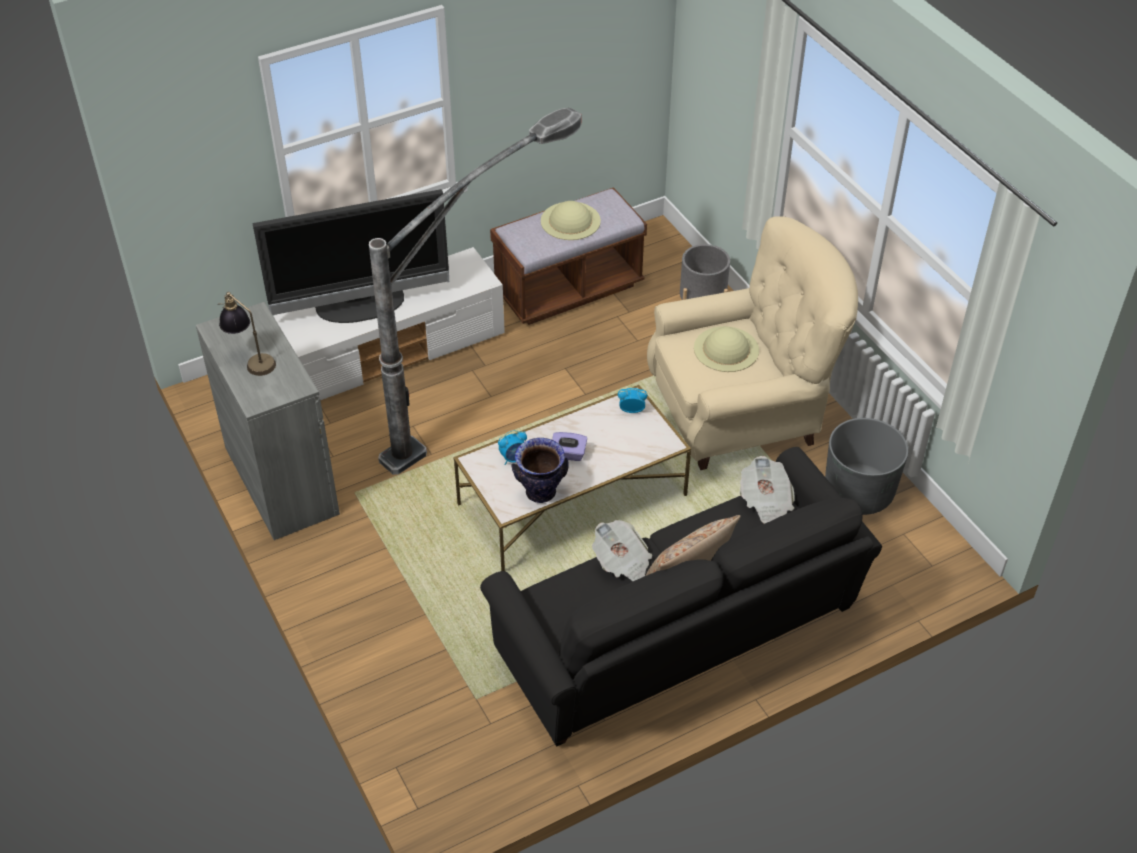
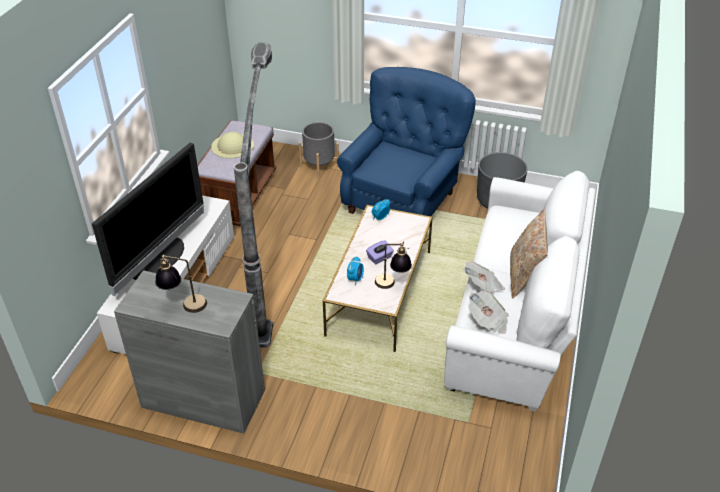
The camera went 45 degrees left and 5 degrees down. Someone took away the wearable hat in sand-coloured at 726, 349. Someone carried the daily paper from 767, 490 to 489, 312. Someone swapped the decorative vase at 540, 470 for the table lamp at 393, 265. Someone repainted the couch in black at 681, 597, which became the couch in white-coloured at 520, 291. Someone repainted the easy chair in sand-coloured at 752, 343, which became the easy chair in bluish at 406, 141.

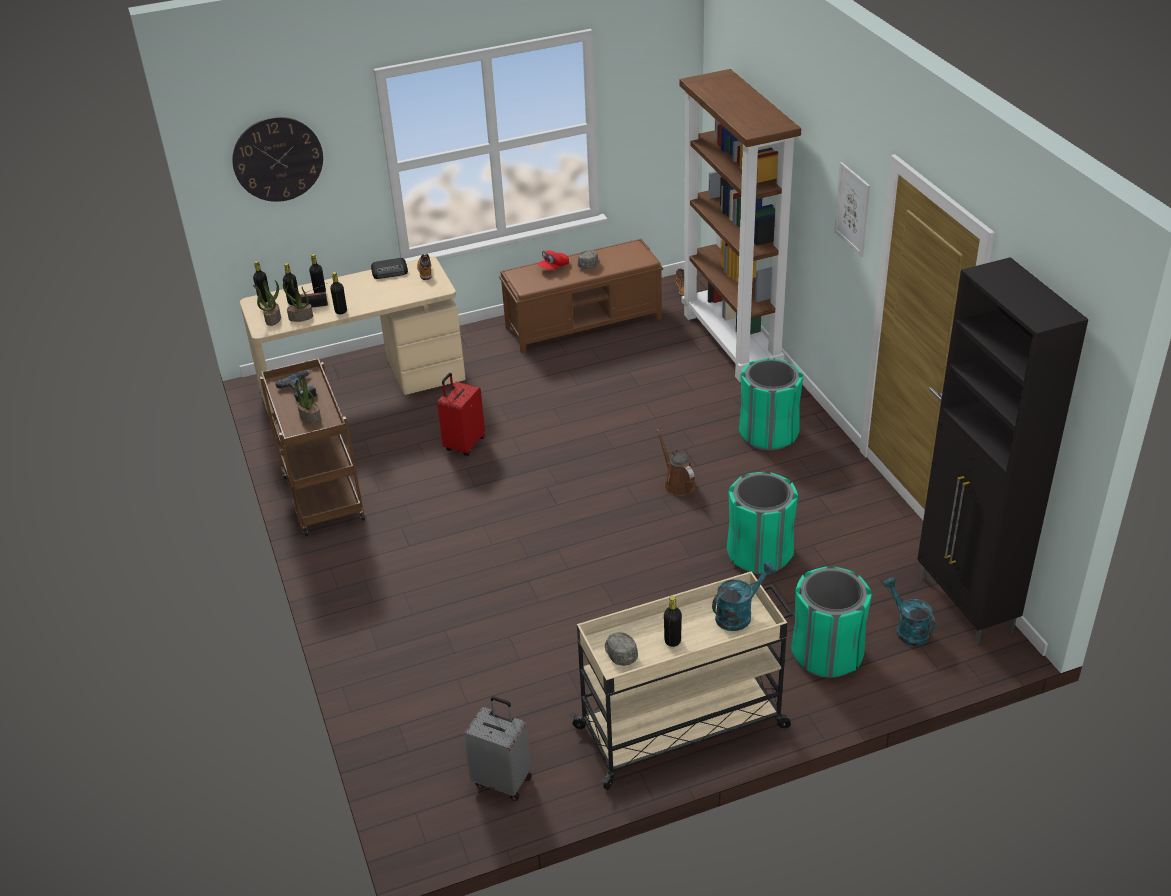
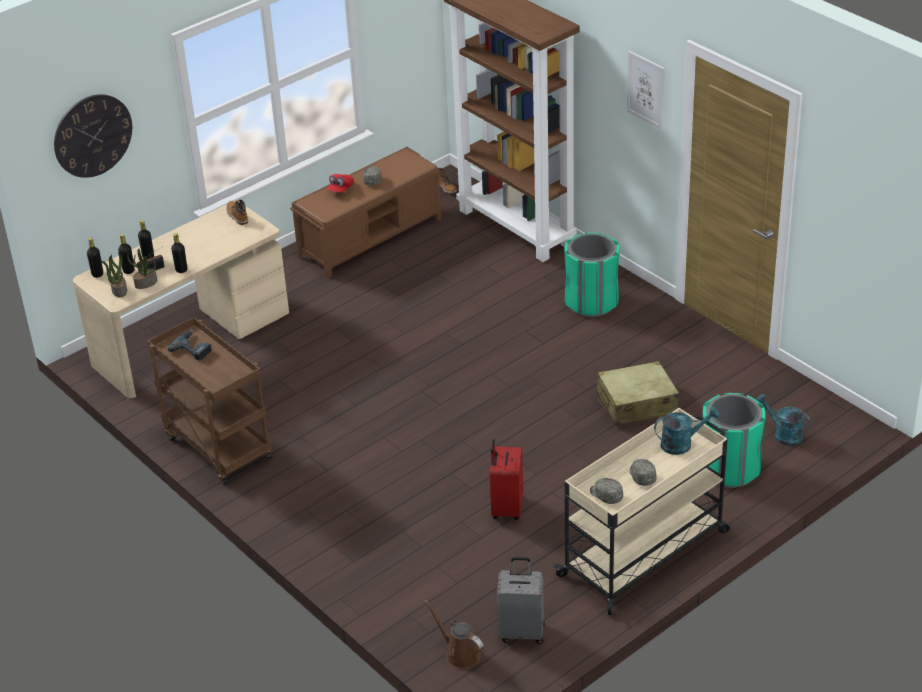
The camera went 20 degrees left and 0 degrees up. Someone took away the houseplant at 307, 399. Someone took away the radio at 389, 268. Someone took away the cabinet in black at 1002, 451. Someone carried the piece of luggage in red from 461, 414 to 506, 479. Someone carried the watering can in brownish from 676, 462 to 454, 634. Someone swapped the drink bottle in black at 673, 621 for the cap in grey at 643, 472. Someone swapped the rubbish bin in green at 762, 523 for the piece of luggage in sand-coloured at 637, 393. Someone rotated the watering can in blue-green at 744, 596 by 45 degrees clockwise.

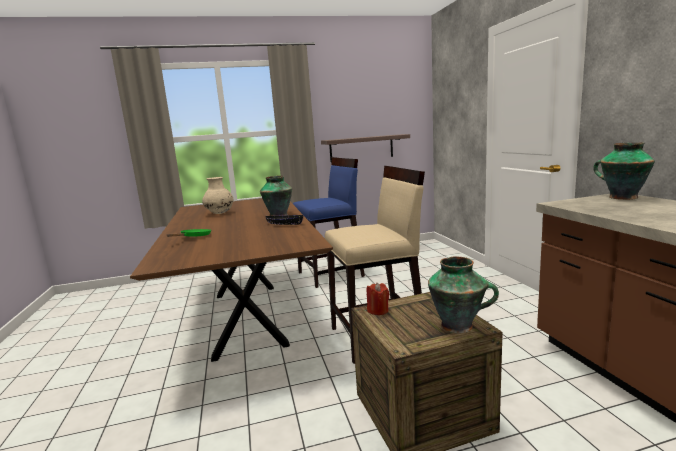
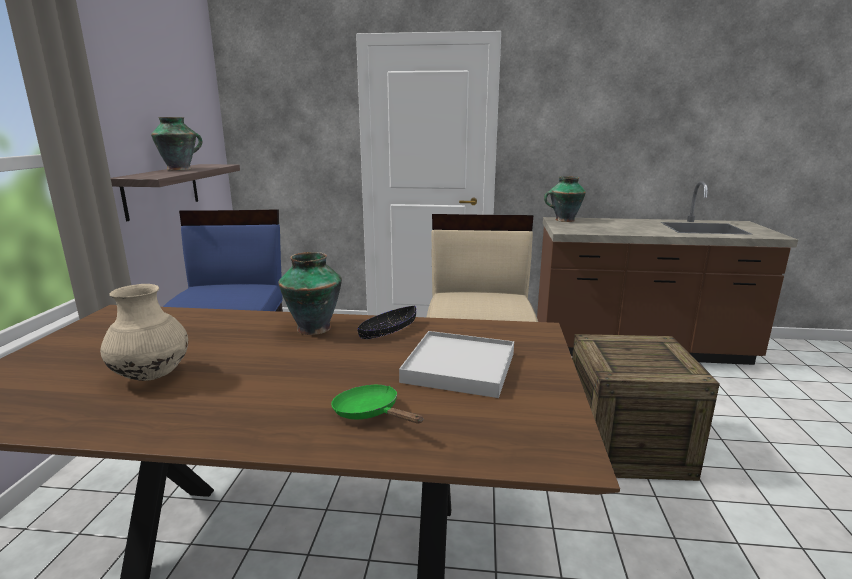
The camera went 70 degrees left and 5 degrees up. Someone took away the wax light in red at 378, 299. Someone put down the carrying tray in white-coloured at 456, 364. Someone carried the decorative vase from 463, 295 to 176, 143.

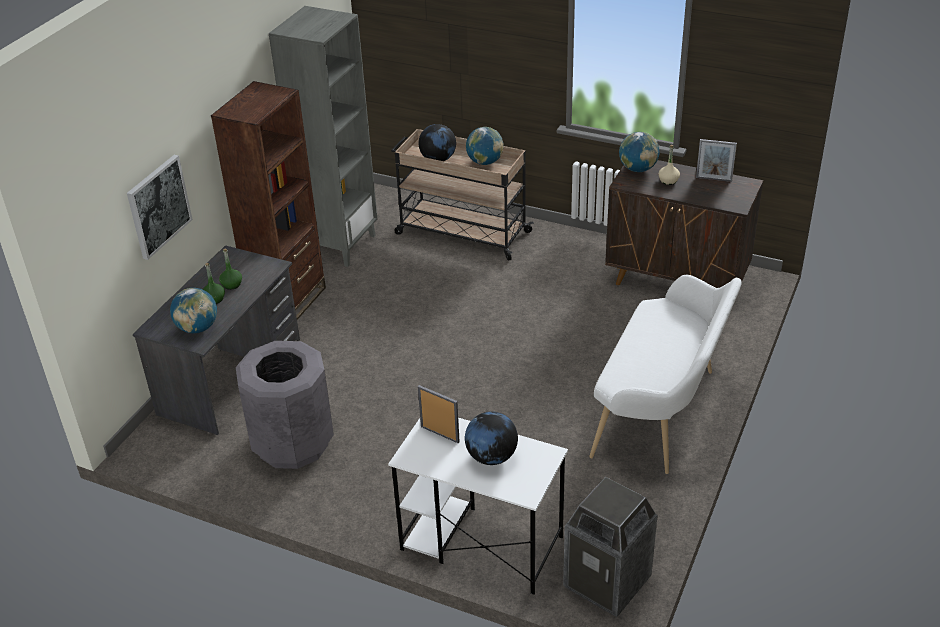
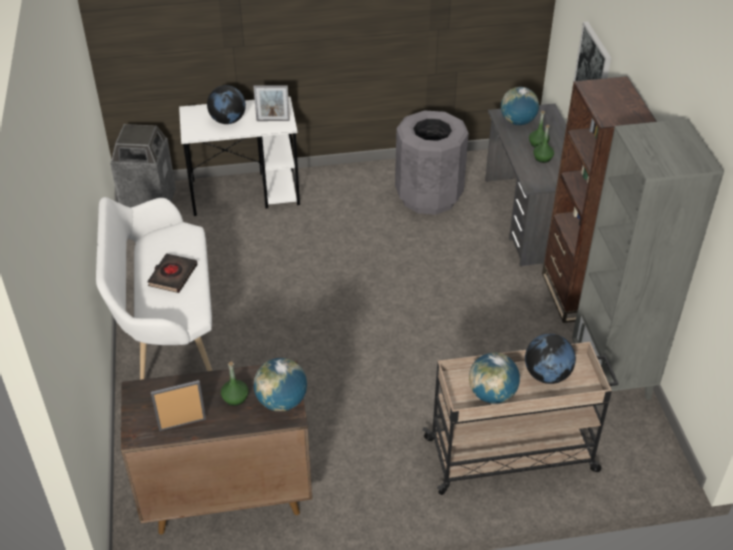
The camera went 145 degrees right and 5 degrees up. Someone put down the volume in black at 172, 273. Someone repainted the drink bottle in sand-coloured at 669, 165, which became the drink bottle in green at 234, 383.

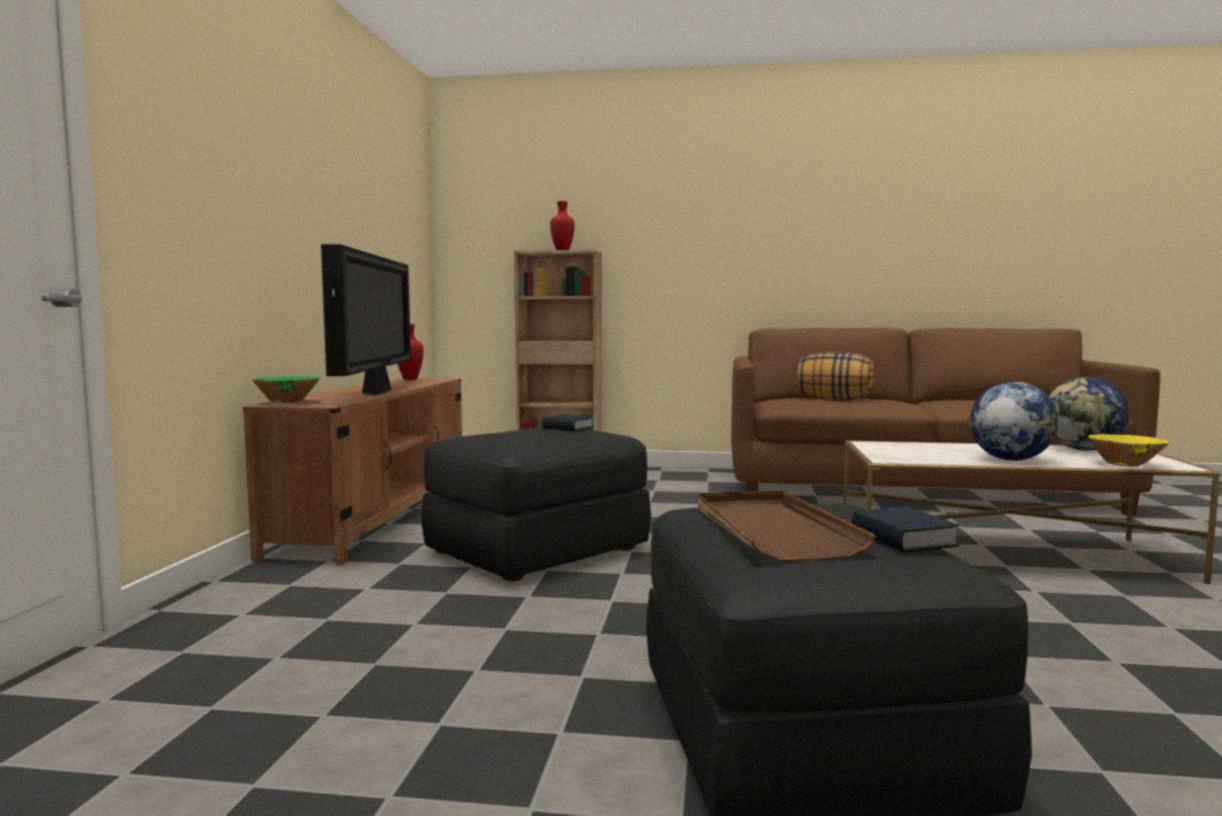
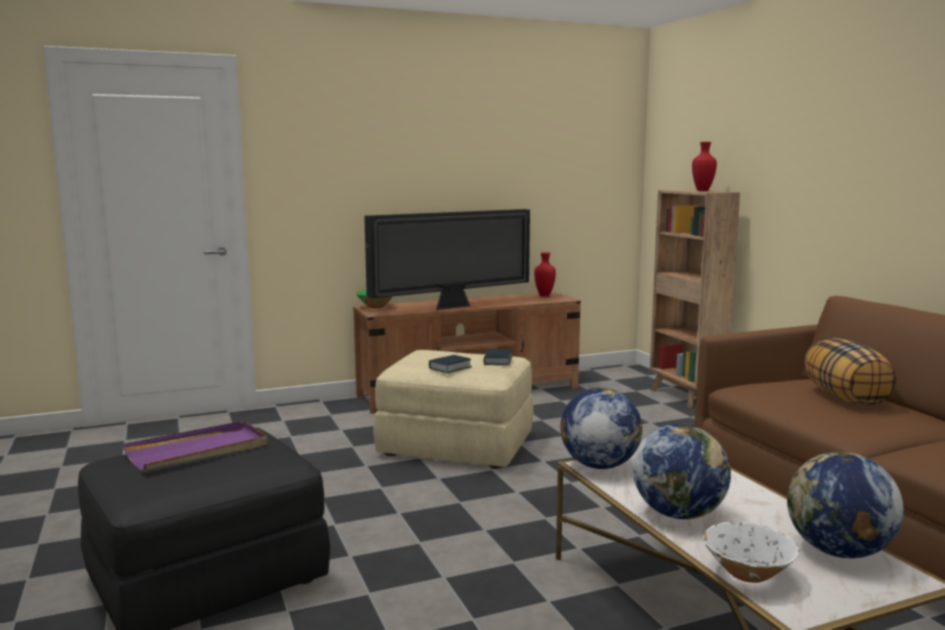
The camera went 60 degrees right and 5 degrees up. Someone put down the world globe at 601, 428. Someone carried the volume from 905, 529 to 450, 364. Someone repainted the pouffe in black at 536, 504, which became the pouffe in sand-coloured at 453, 409. Someone repainted the carrying tray in brownish at 786, 525, which became the carrying tray in purple at 195, 446. Someone repainted the deep dish in yellow at 1128, 450, which became the deep dish in white-coloured at 751, 552.

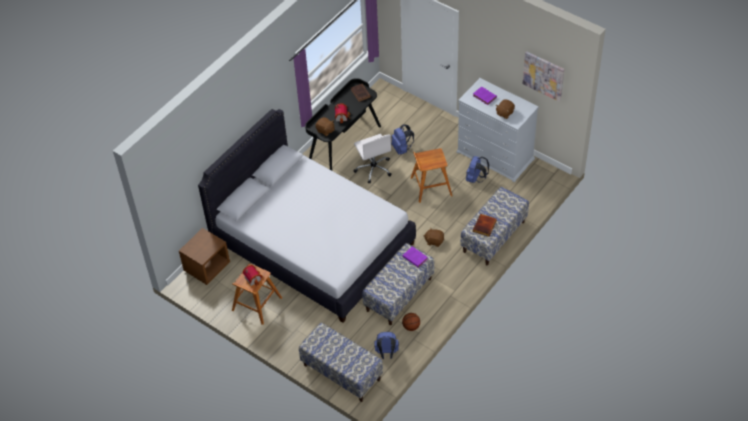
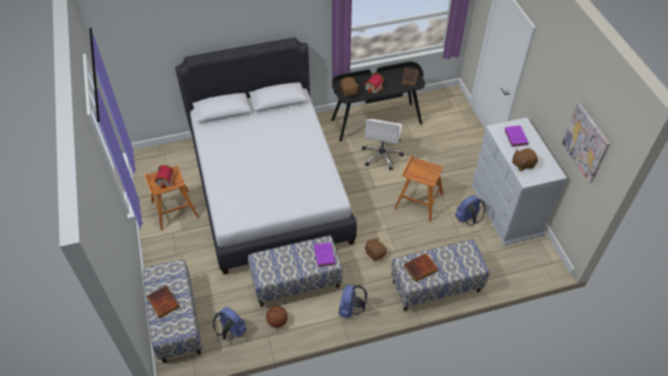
The camera went 35 degrees right and 0 degrees up. Someone took away the bedside table in brownish at 204, 256. Someone put down the volume at 163, 302. Someone carried the knapsack in bluish from 402, 139 to 353, 301.

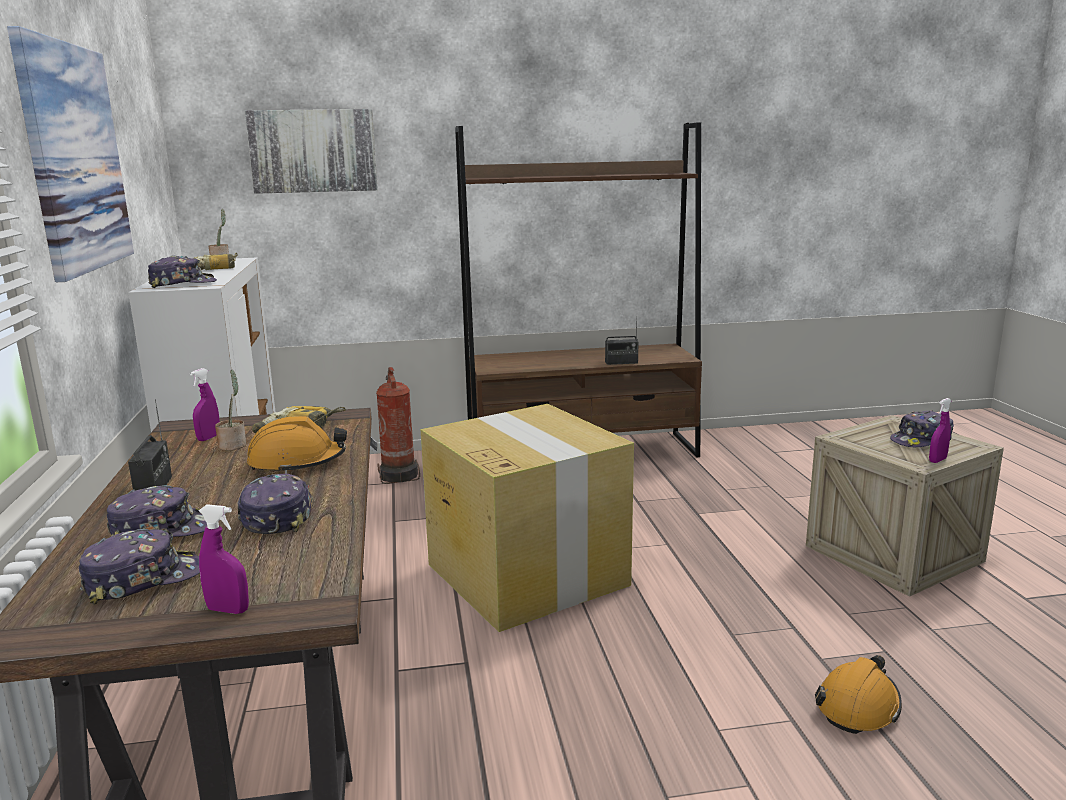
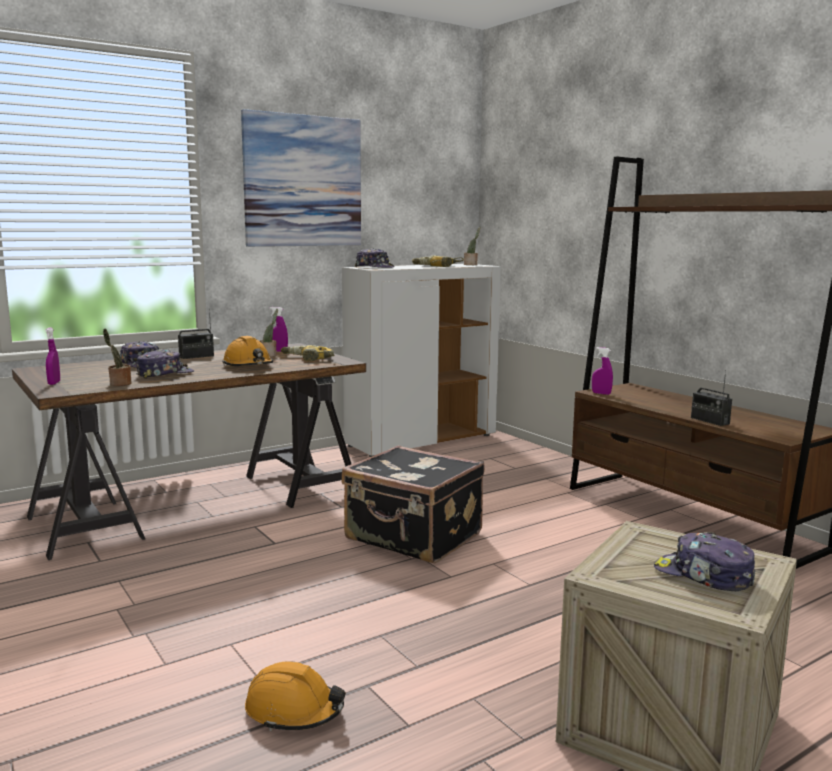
The camera went 65 degrees right and 5 degrees down. Someone took away the cap at 139, 566. Someone took away the wall picture at 311, 151. Someone took away the extinguisher at 398, 425. Someone put down the houseplant at 117, 357. Someone carried the sprayer in purple from 940, 430 to 602, 371. Someone swapped the packing box at 527, 518 for the piece of luggage in black at 413, 504.

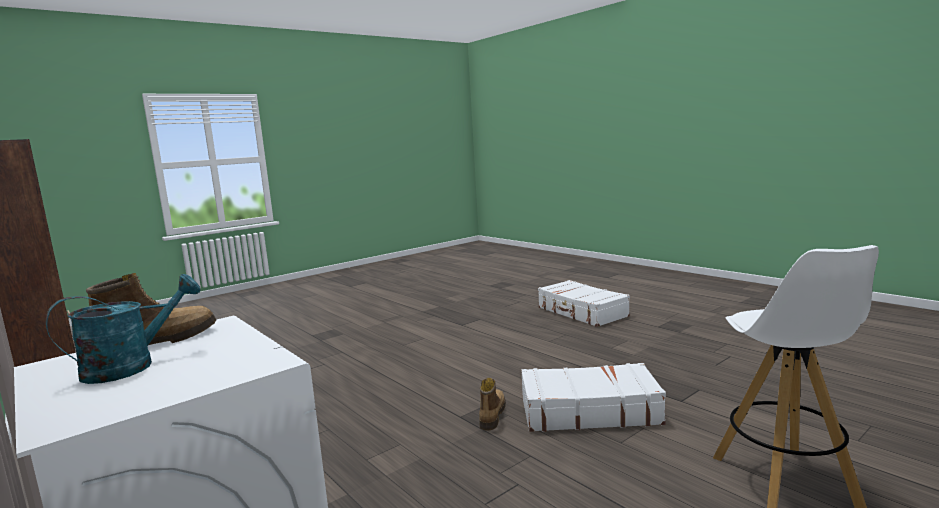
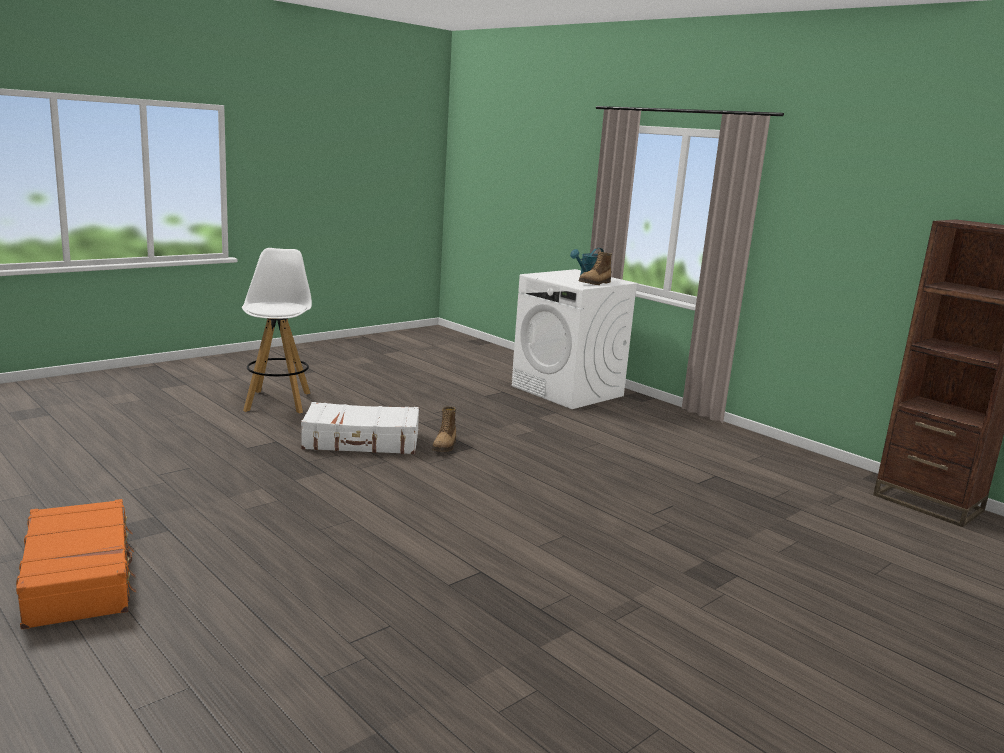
The camera went 175 degrees right and 5 degrees up. Someone took away the piece of luggage in white-coloured at 584, 303. Someone put down the piece of luggage in orangey at 76, 564.

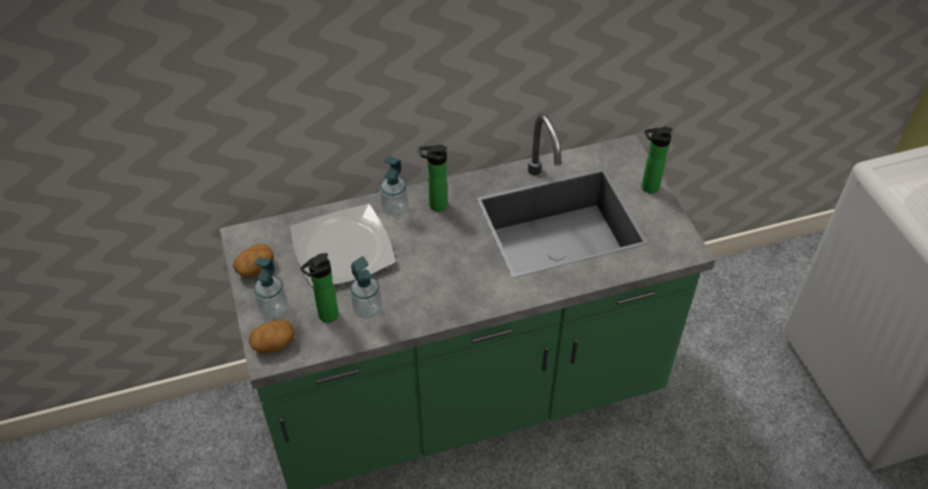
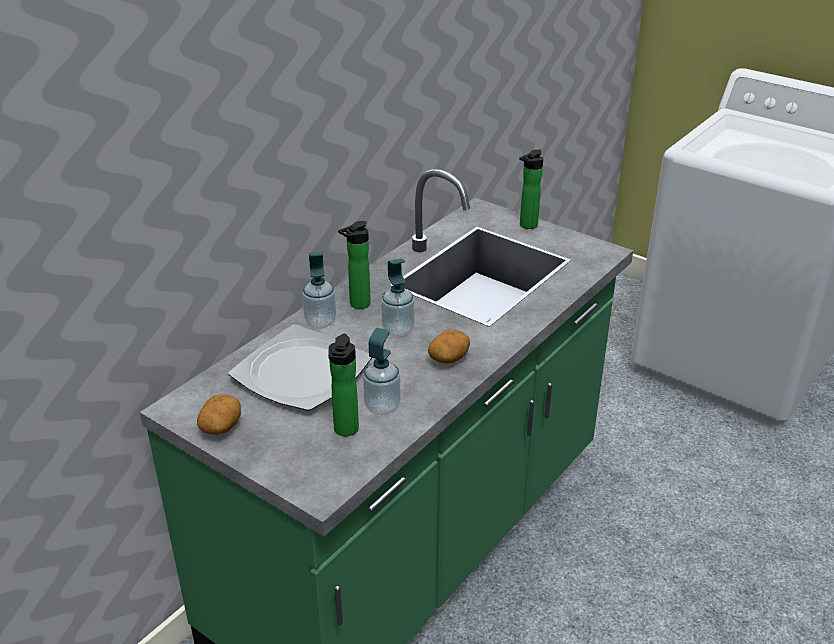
The camera went 35 degrees left and 15 degrees down. Someone carried the potato from 272, 336 to 449, 346. Someone carried the soap dispenser from 270, 288 to 397, 298.

